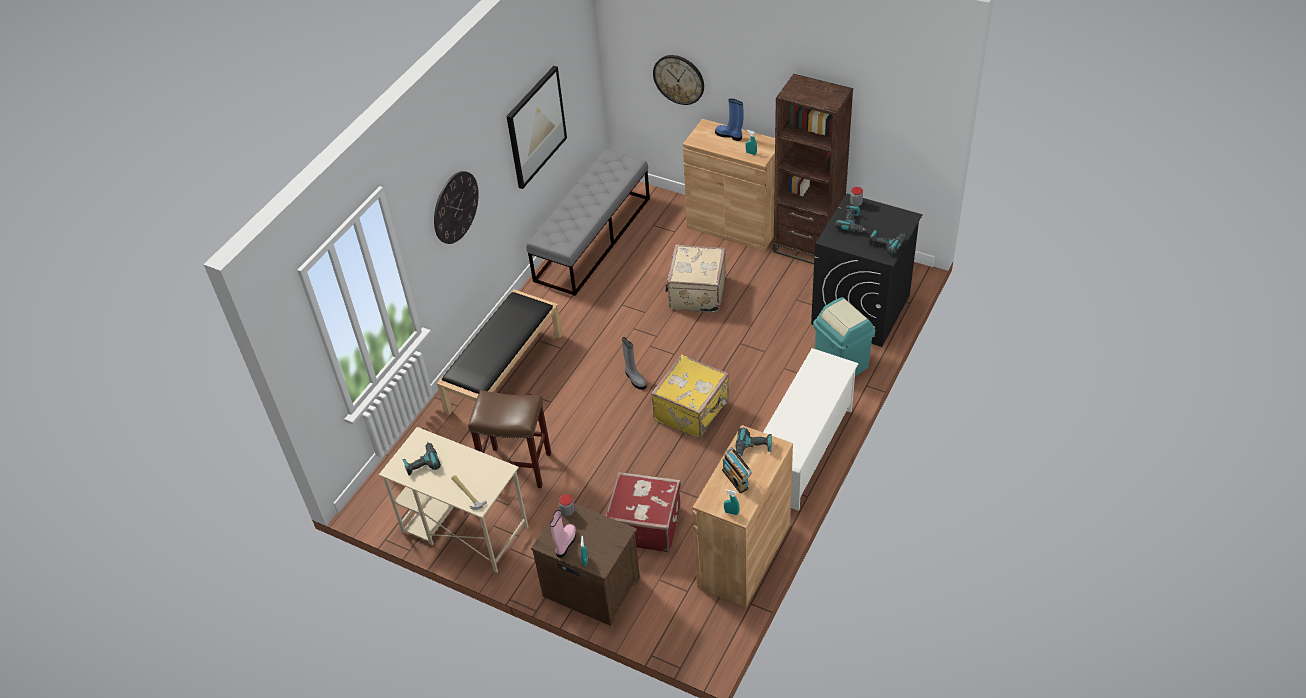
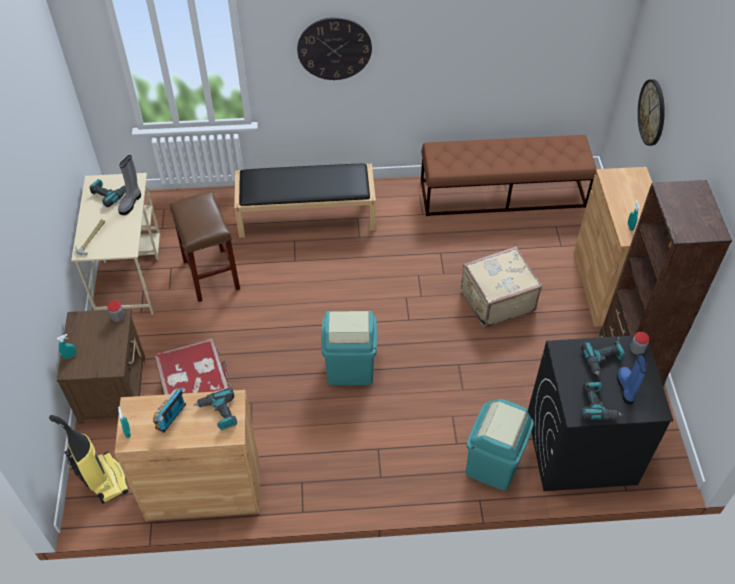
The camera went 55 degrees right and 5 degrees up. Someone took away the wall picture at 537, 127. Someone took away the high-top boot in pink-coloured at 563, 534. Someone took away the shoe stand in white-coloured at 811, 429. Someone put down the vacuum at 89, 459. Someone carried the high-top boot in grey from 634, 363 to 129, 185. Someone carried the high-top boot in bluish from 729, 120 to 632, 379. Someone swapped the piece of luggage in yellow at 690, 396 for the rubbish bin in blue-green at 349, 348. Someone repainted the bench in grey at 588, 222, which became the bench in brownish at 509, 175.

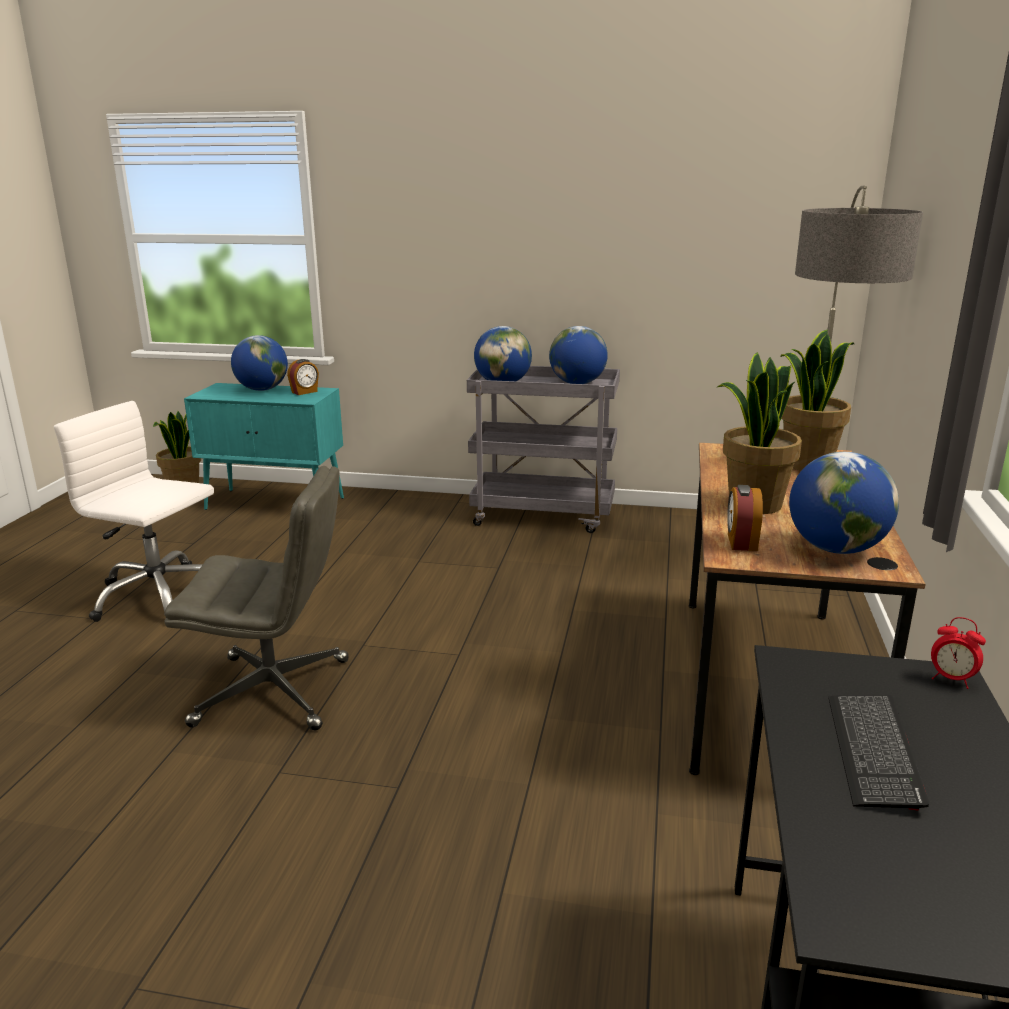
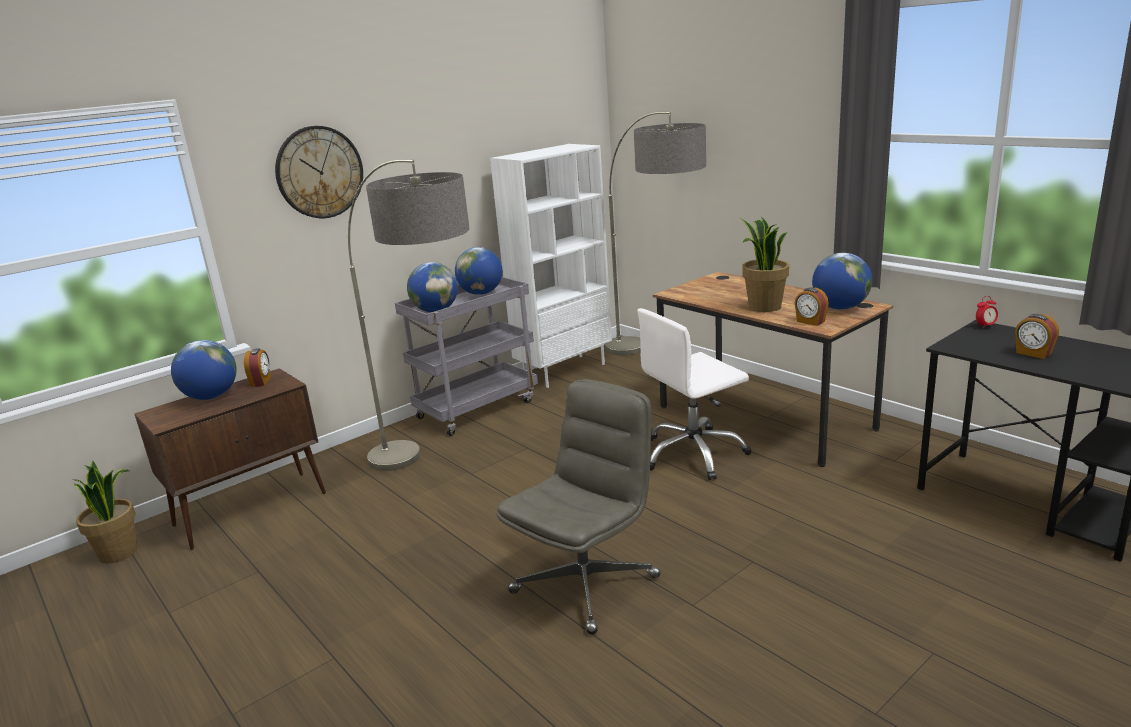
The camera went 50 degrees left and 0 degrees up. Someone took away the houseplant at 817, 400. Someone put up the wall clock at 319, 172. Someone put down the floor lamp at 408, 315. Someone put down the bookcase in white-coloured at 551, 266. Someone carried the computer chair in white-coloured from 134, 511 to 694, 394. Someone swapped the computer keyboard at 878, 753 for the table clock at 1037, 336. Someone repainted the cabinet in blue-green at 264, 446, which became the cabinet in brownish at 230, 459.

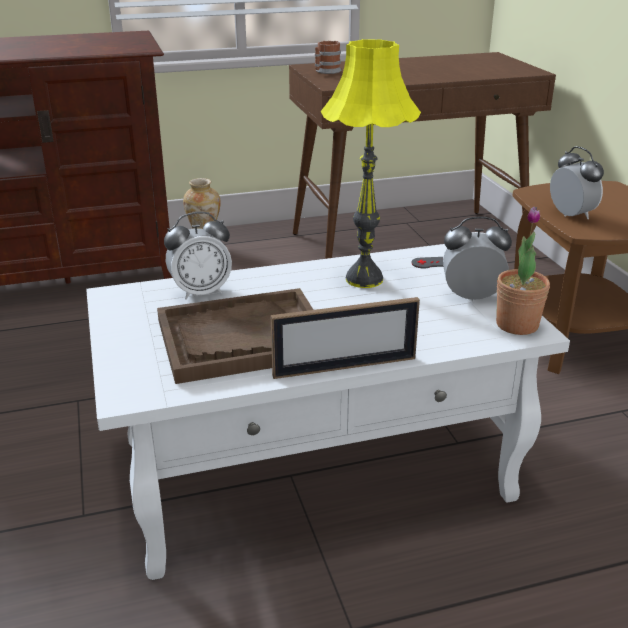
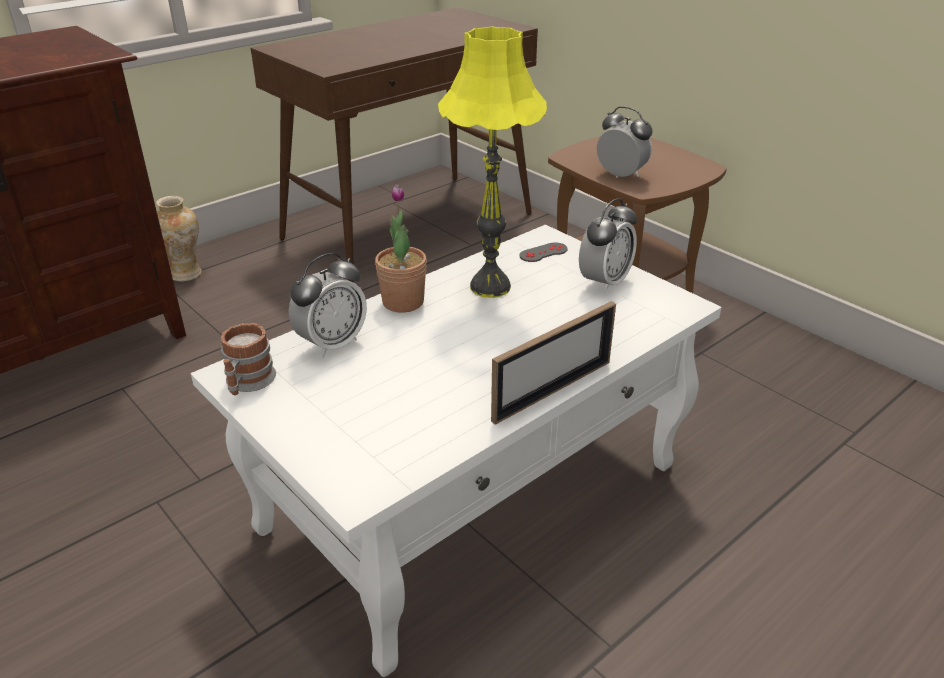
The camera went 25 degrees left and 5 degrees up. Someone took away the carrying tray in brownish at 235, 336. Someone carried the coffee mug from 328, 57 to 248, 359. Someone carried the houseplant from 523, 270 to 401, 249. Someone rotated the table clock at 477, 258 by 150 degrees clockwise.

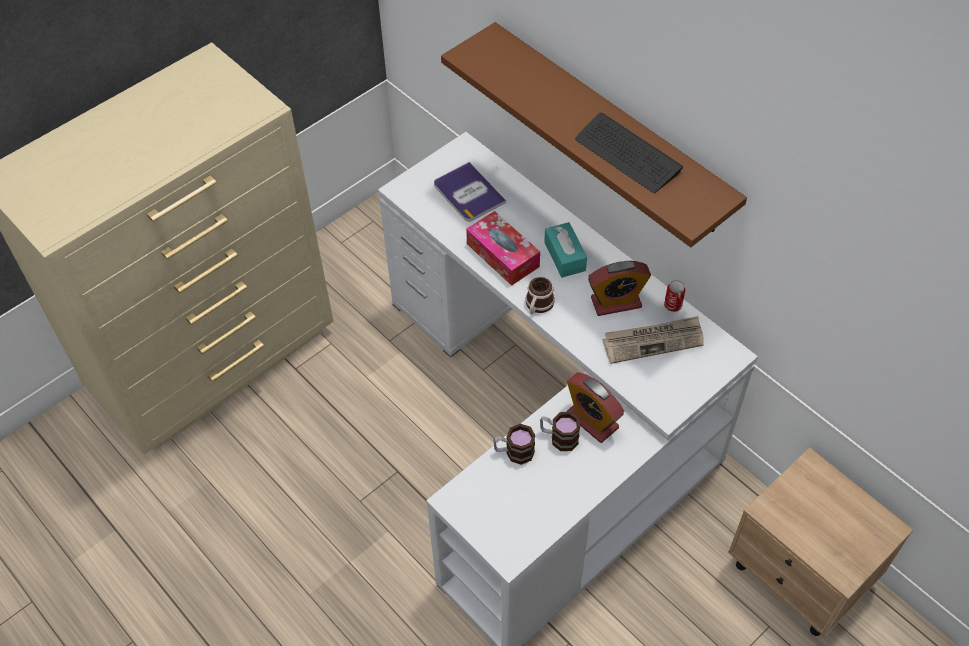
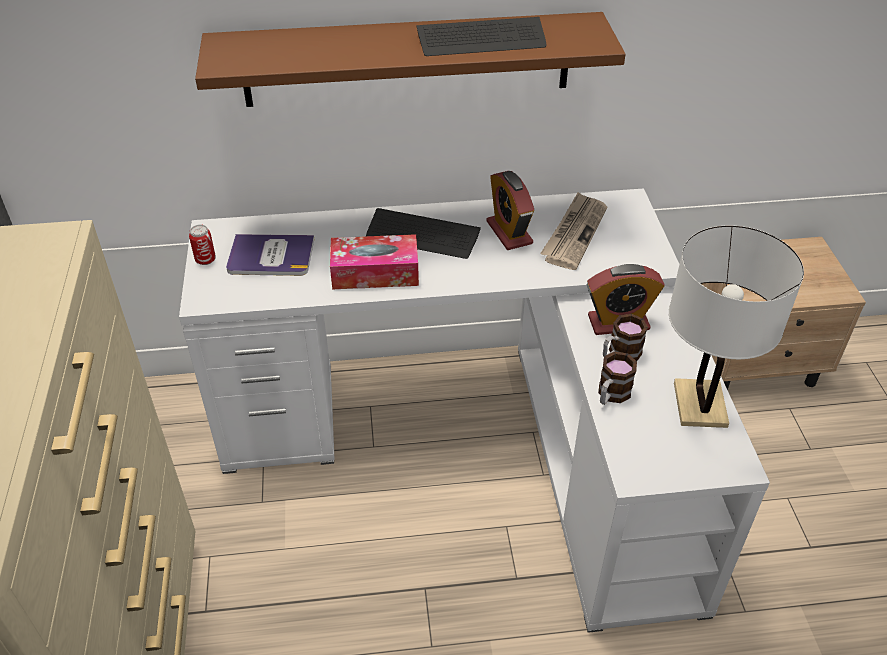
The camera went 55 degrees left and 10 degrees down. Someone took away the coffee mug at 540, 296. Someone put down the table lamp in white-coloured at 736, 326. Someone carried the sealed can from 675, 296 to 202, 244. Someone swapped the tissue holder in blue-green at 565, 250 for the computer keyboard at 423, 233. Someone rotated the table clock at 619, 288 by 135 degrees clockwise.

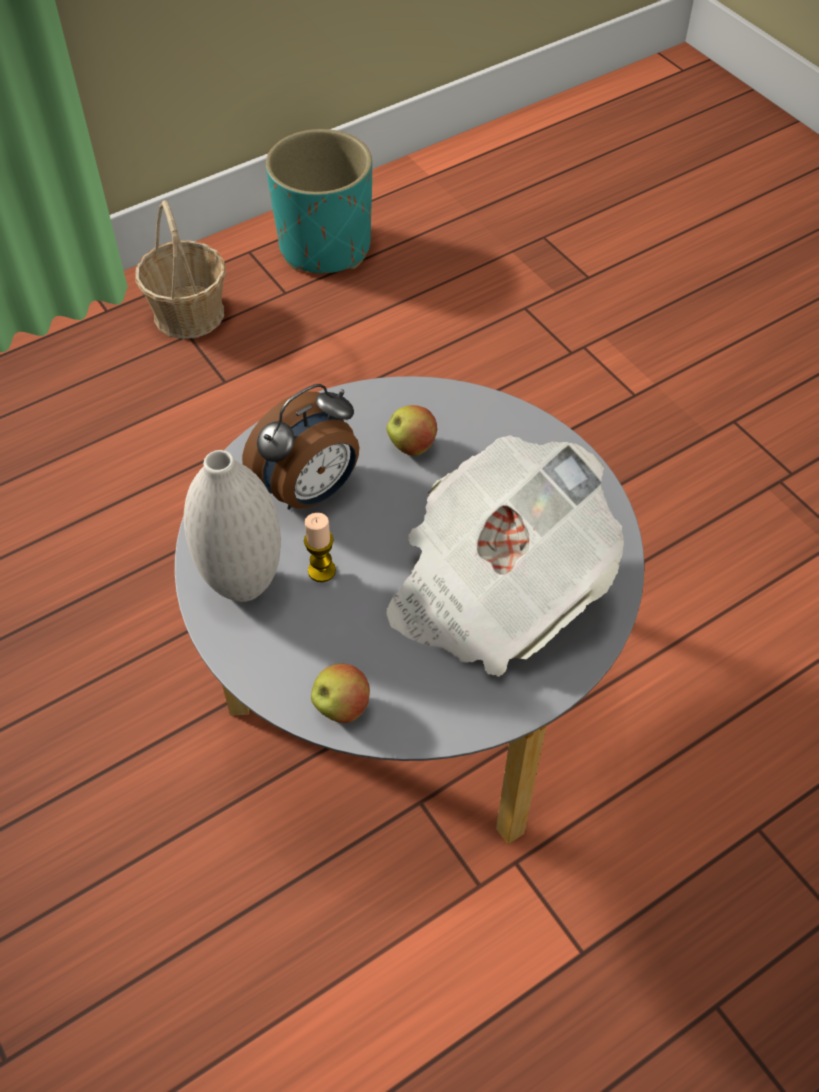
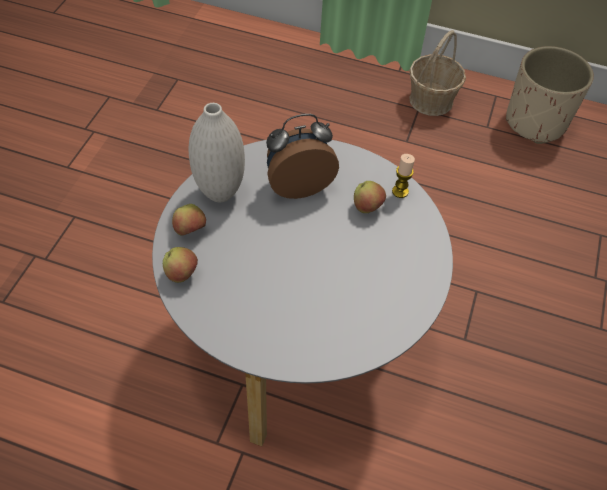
The camera went 50 degrees right and 0 degrees up. Someone took away the daily paper at 505, 556. Someone put down the apple at 189, 220. Someone carried the wax light from 320, 547 to 403, 176. Someone repainted the planter in blue-green at 319, 201, which became the planter in sand-coloured at 550, 95. Someone rotated the table clock at 300, 447 by 150 degrees clockwise.

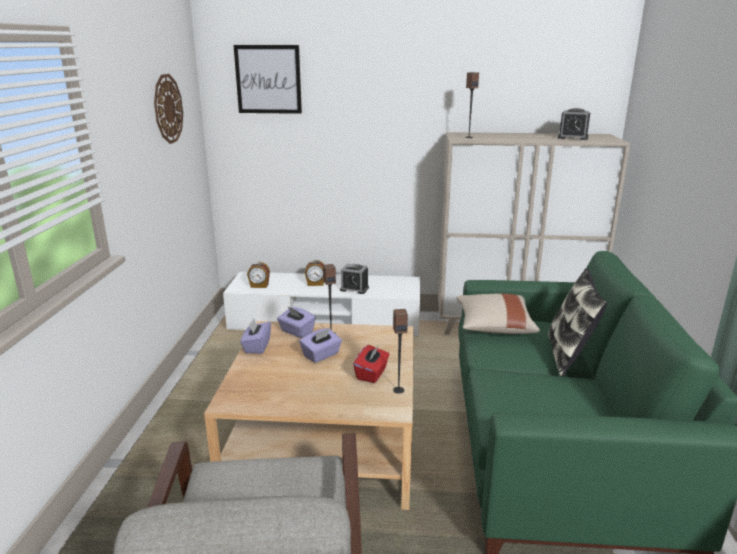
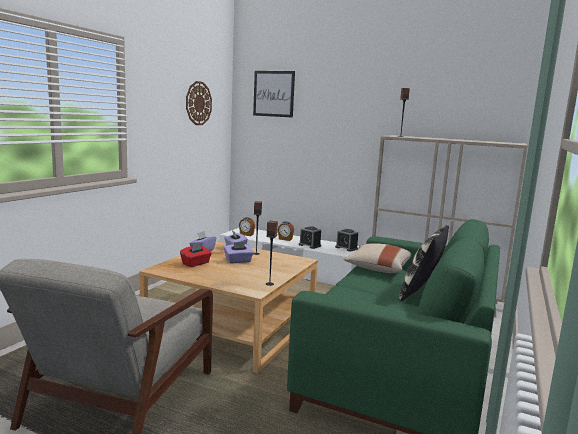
The camera went 20 degrees right and 10 degrees down. Someone carried the tissue holder in red from 372, 364 to 196, 255. Someone carried the table clock from 574, 124 to 346, 240.

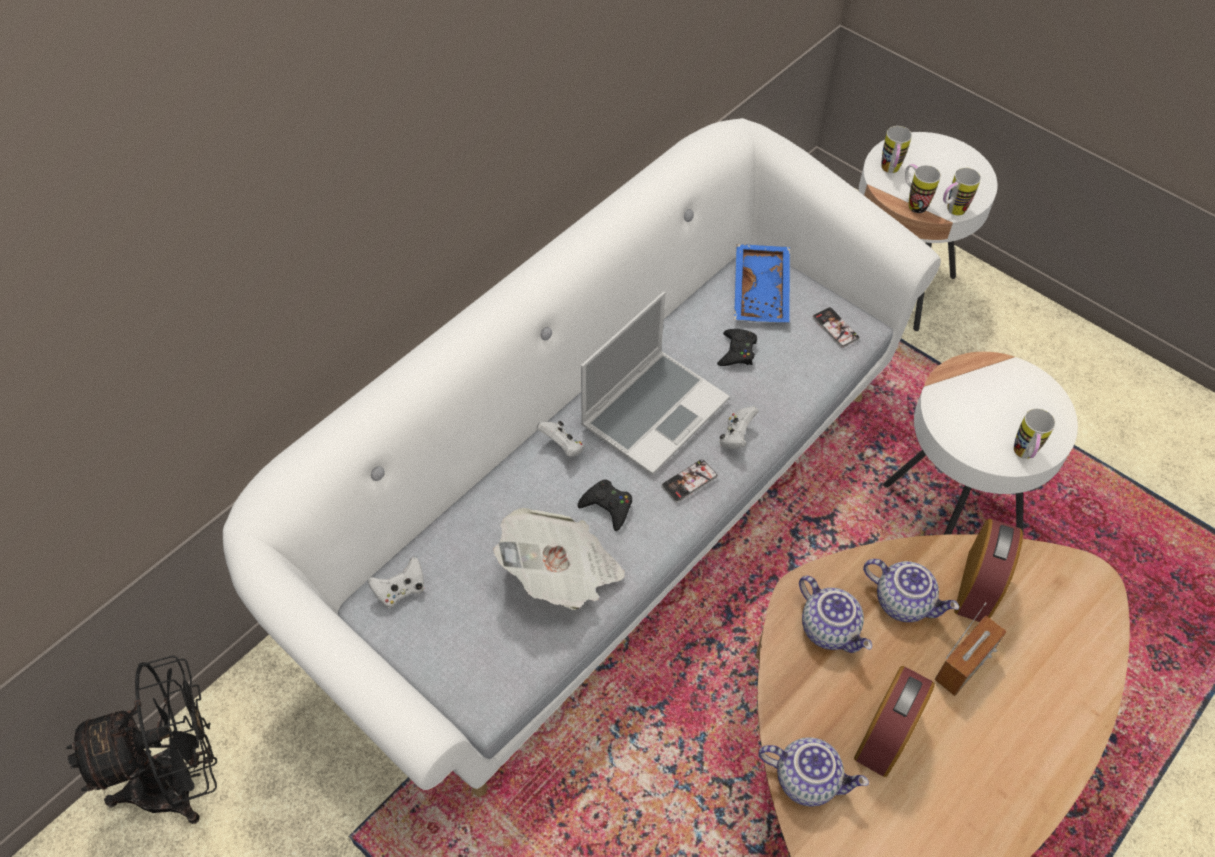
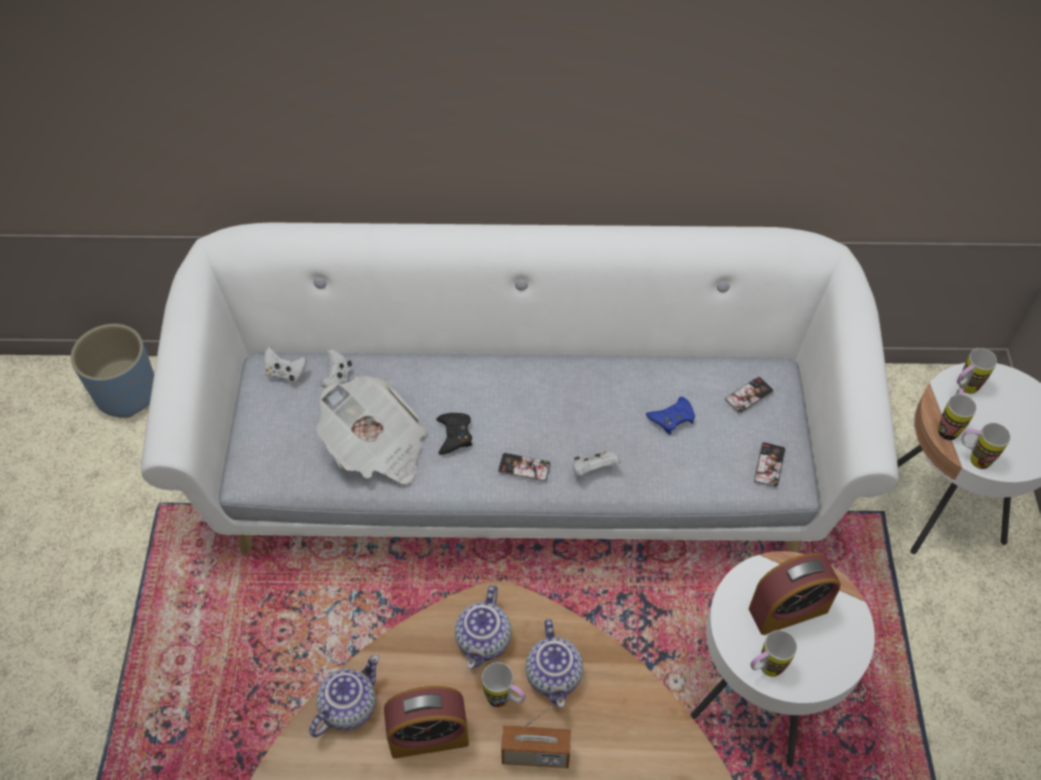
The camera went 50 degrees right and 0 degrees up. Someone took away the portable computer at 655, 383. Someone put down the coffee mug at 504, 685. Someone carried the game controller in white-coloured from 560, 439 to 336, 368. Someone carried the table clock from 988, 570 to 795, 594. Someone swapped the electric fan in black at 141, 739 for the planter in bluish at 112, 371. Someone swapped the carrying tray in bluish at 762, 283 for the telephone at 749, 395. Someone repainted the game controller in black at 737, 347, which became the game controller in bluish at 670, 416. Someone rotated the pot for tea at 813, 772 by 120 degrees counterclockwise.

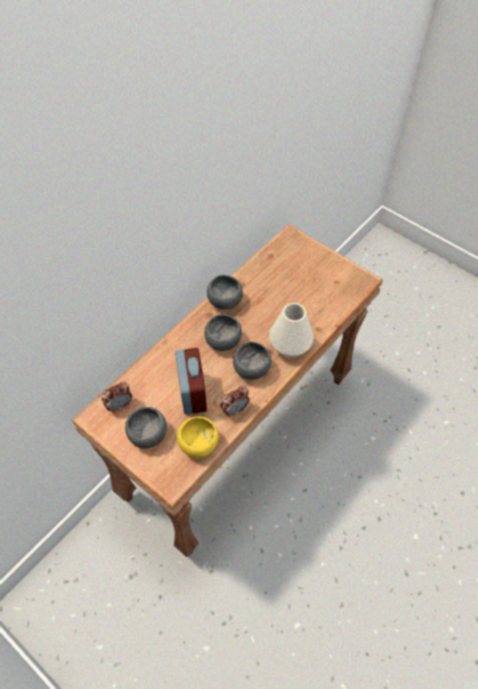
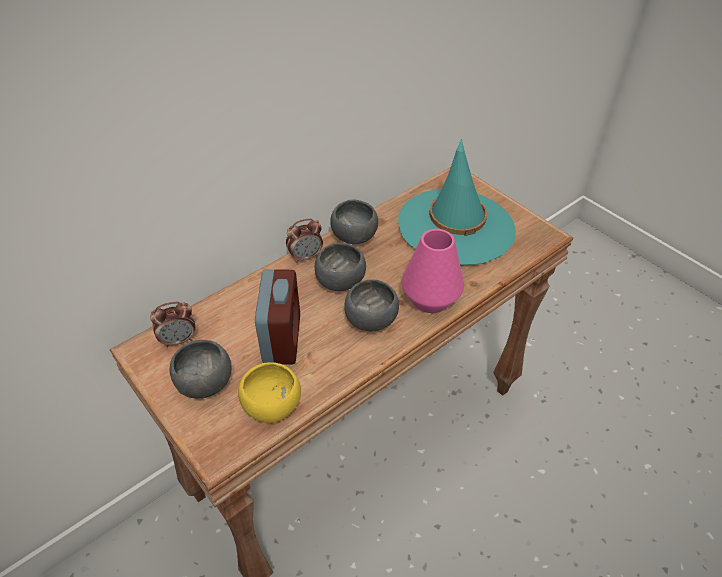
The camera went 10 degrees right and 10 degrees down. Someone put down the wearable hat in blue-green at 457, 202. Someone carried the table clock from 235, 401 to 304, 241. Someone repainted the decorative vase in white-coloured at 291, 330, which became the decorative vase in pink-coloured at 433, 271.

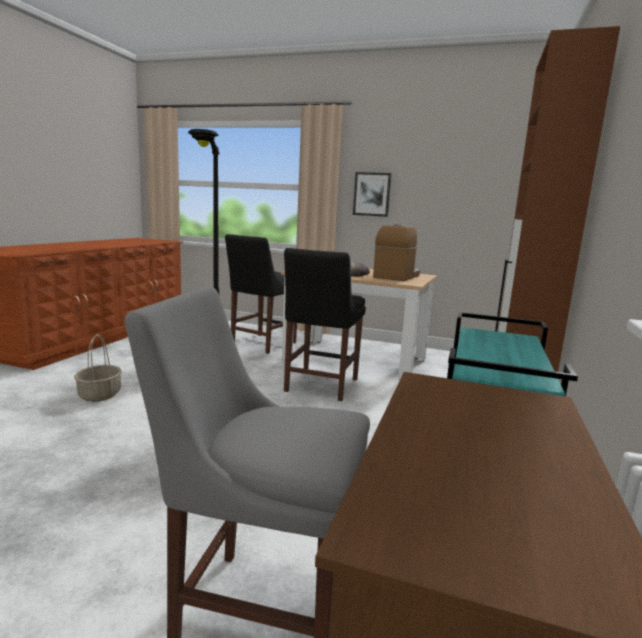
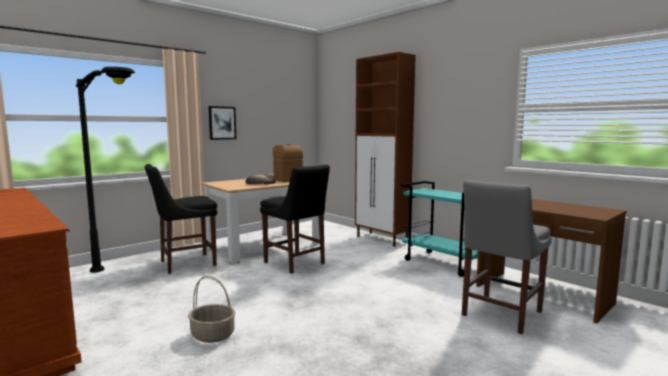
The camera went 60 degrees left and 5 degrees down. Someone rotated the upright chair in black at 261, 294 by 90 degrees clockwise.

